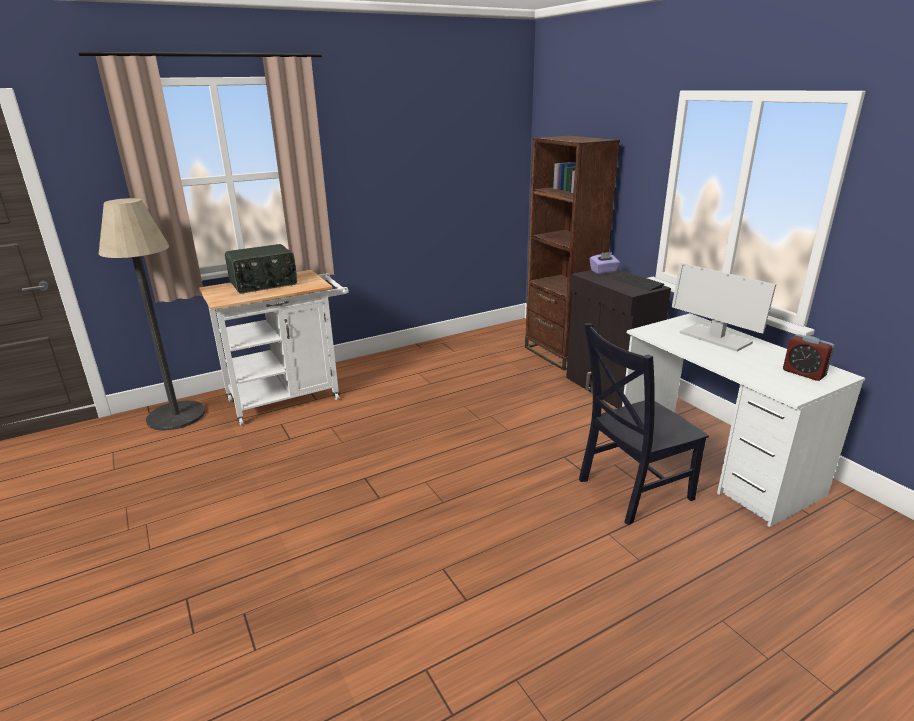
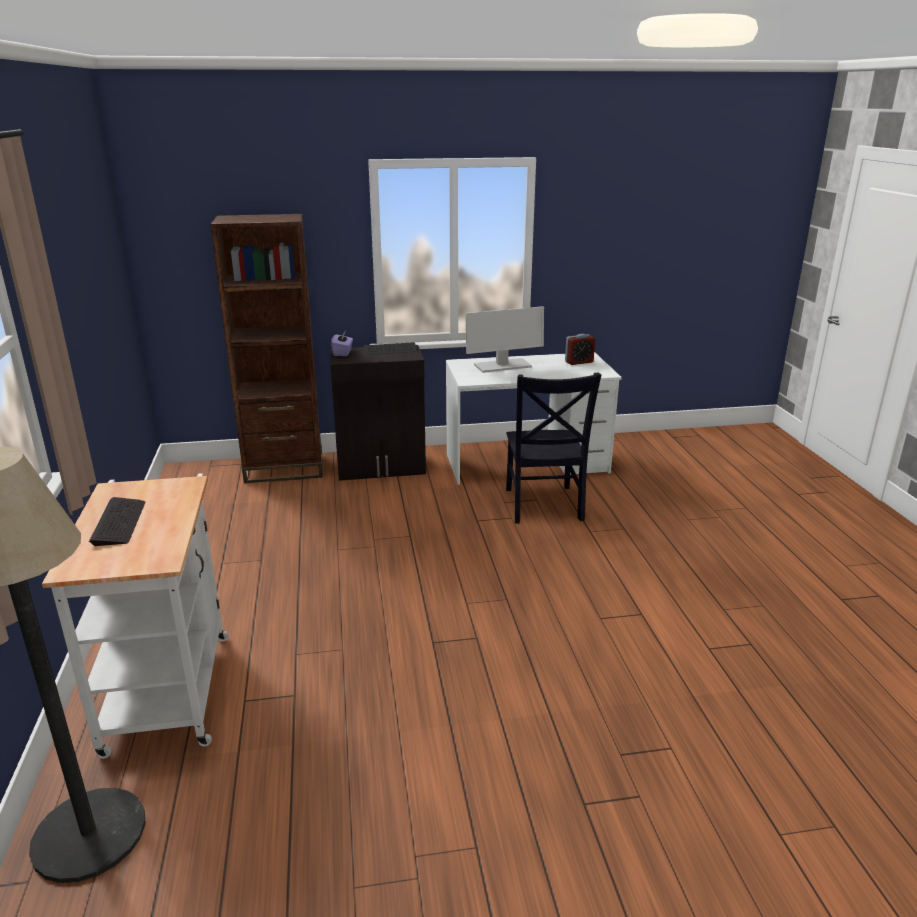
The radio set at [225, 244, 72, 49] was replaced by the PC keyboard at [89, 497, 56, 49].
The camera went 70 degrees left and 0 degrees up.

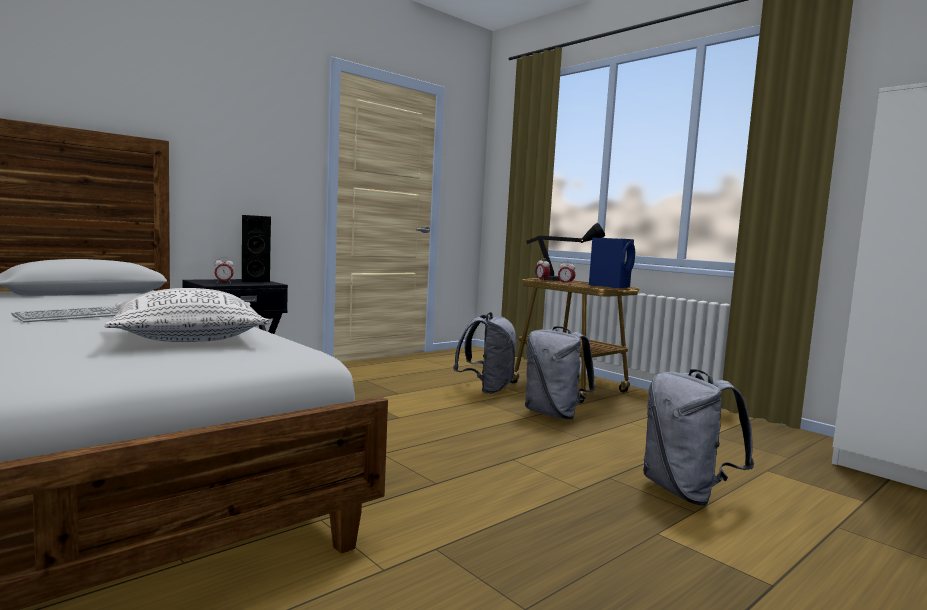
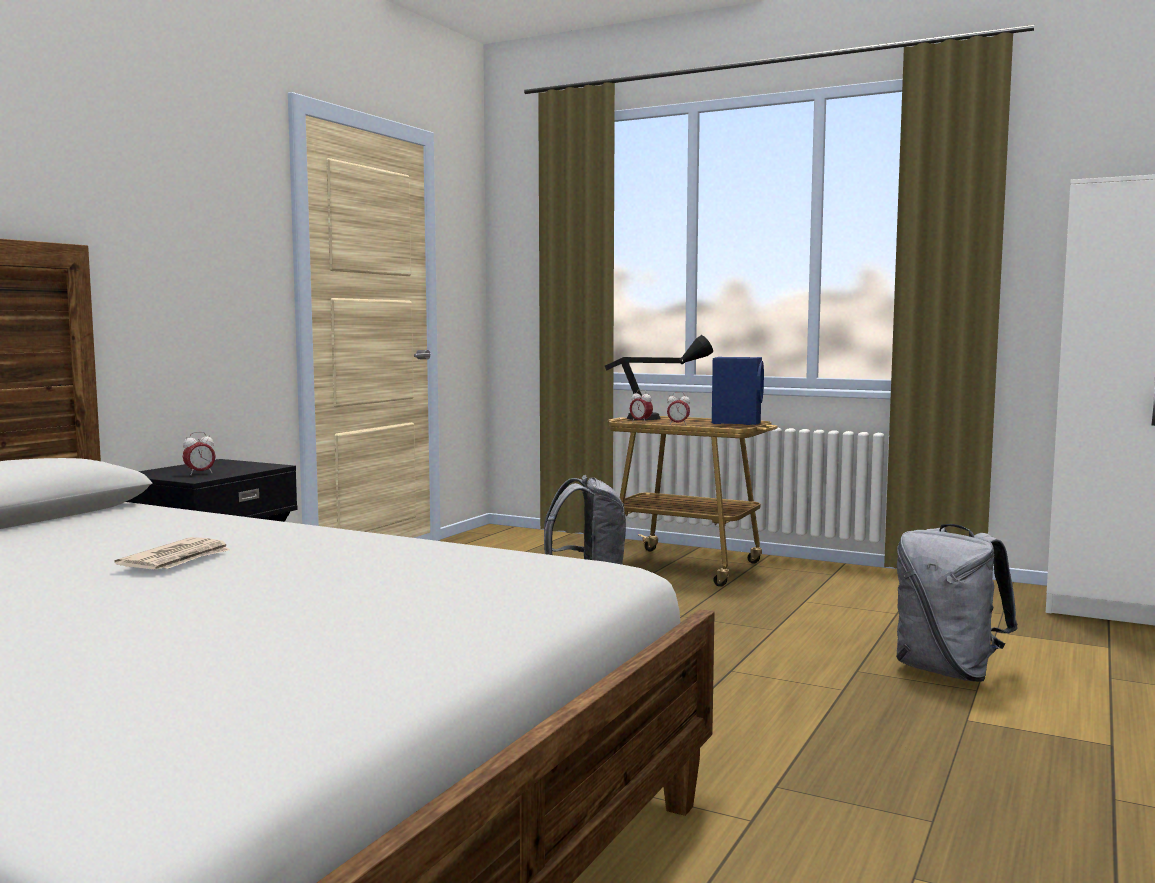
The blackish speaker at [241, 215, 30, 67] disappeared.
The throw pillow at [104, 288, 166, 54] disappeared.
The PC keyboard at [11, 306, 108, 16] was replaced by the daily paper at [114, 537, 116, 32].
The gray backpack at [525, 326, 70, 93] disappeared.
The camera went 20 degrees left and 0 degrees up.

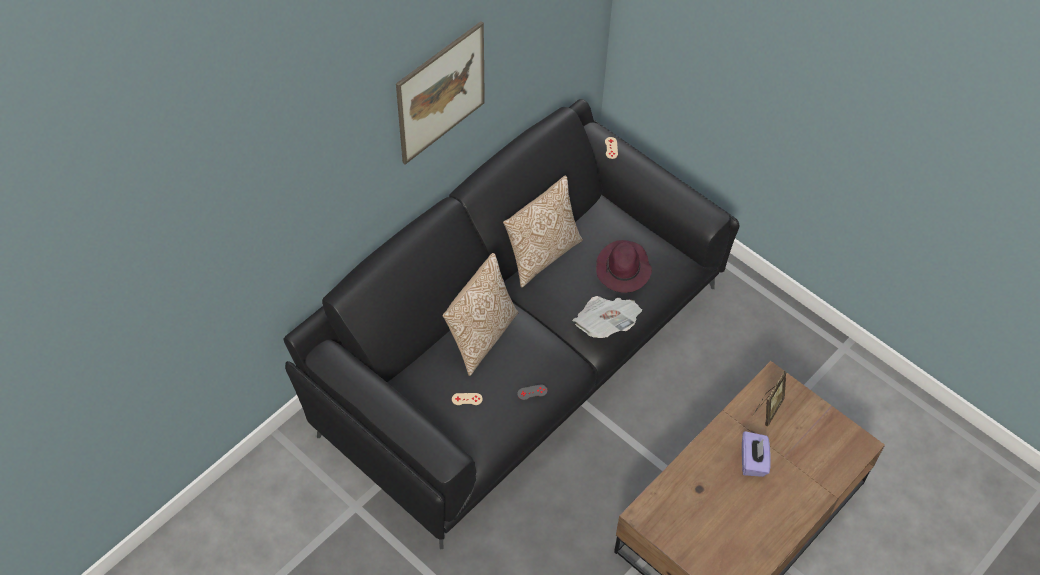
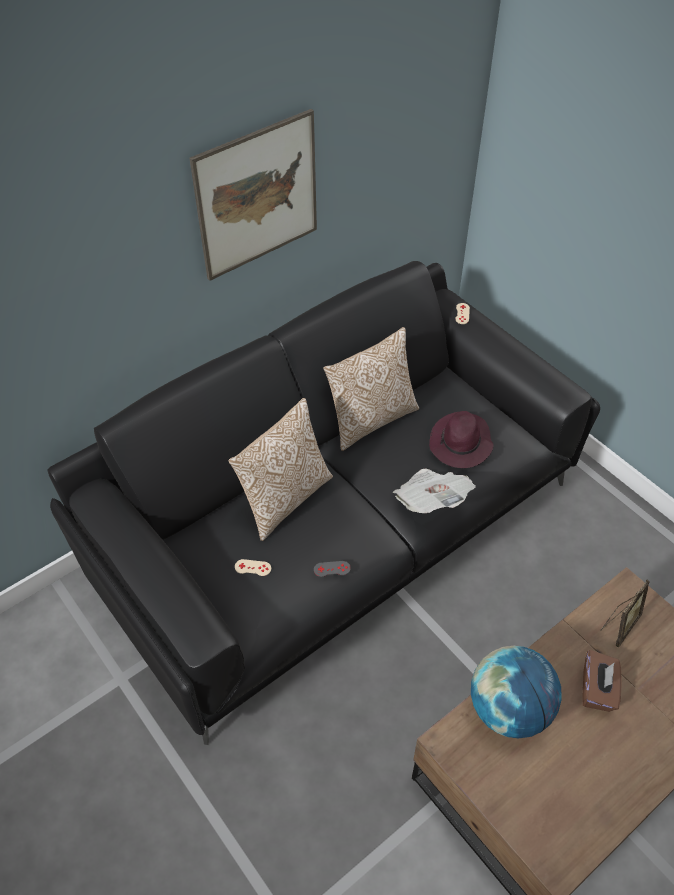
The purple tissue holder at [742, 431, 29, 46] became the brownish tissue holder at [582, 650, 40, 62].
The desk globe at [471, 646, 91, 92] appeared.
The camera went 10 degrees right and 5 degrees down.

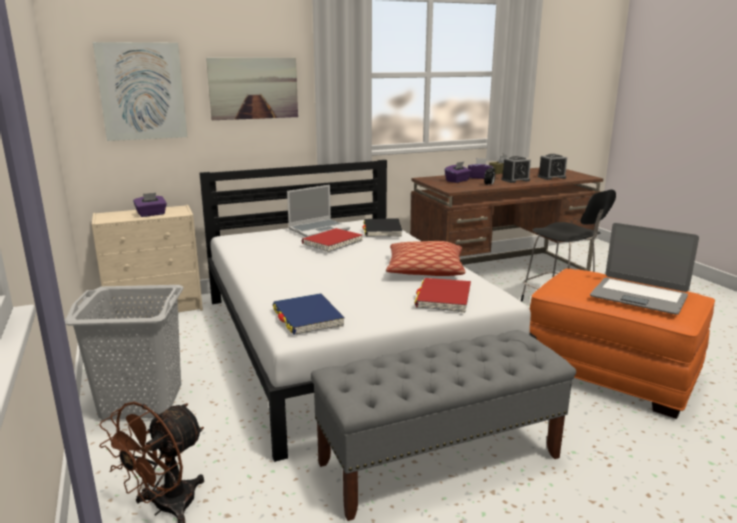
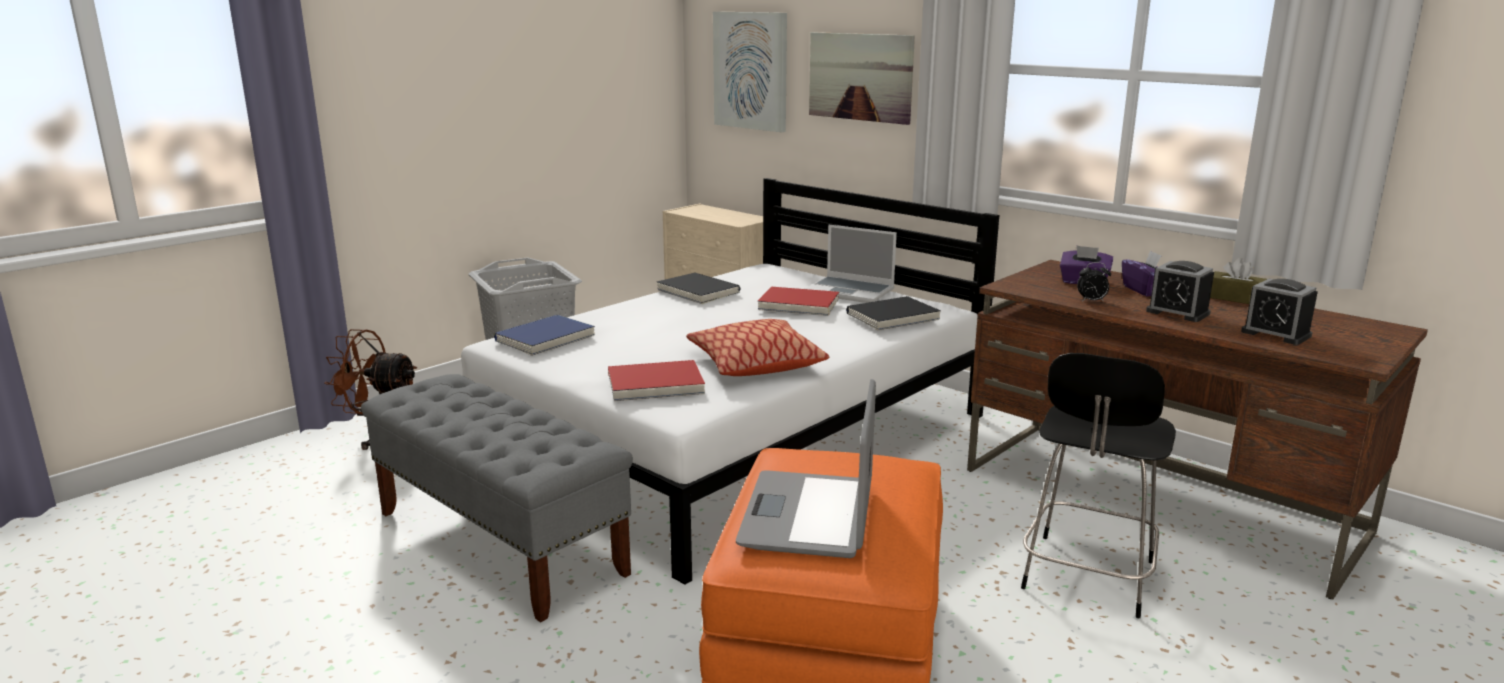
The purple tissue holder at [133, 193, 34, 24] disappeared.
The blackish bound book at [657, 273, 84, 31] appeared.
The camera went 65 degrees right and 0 degrees up.

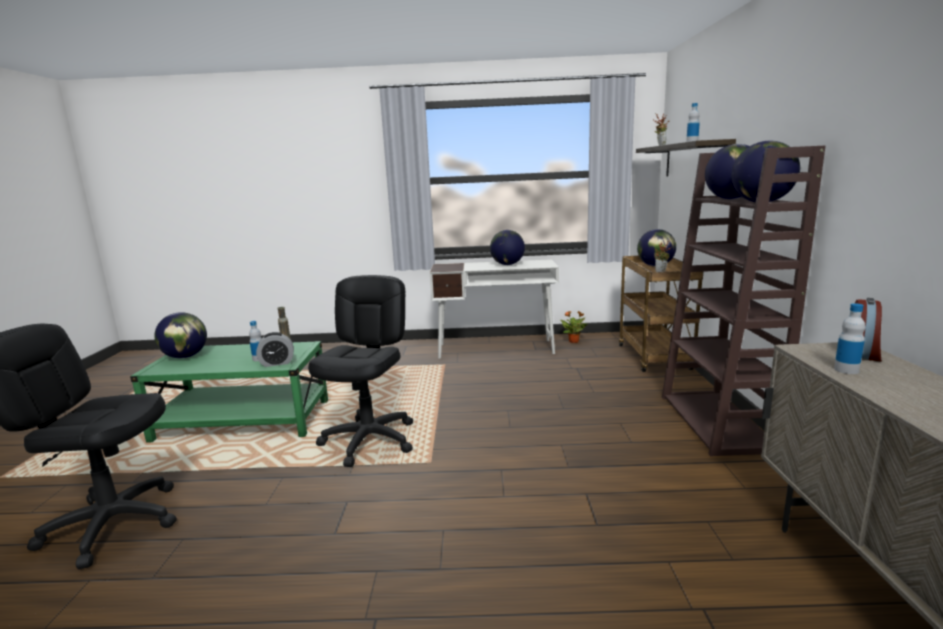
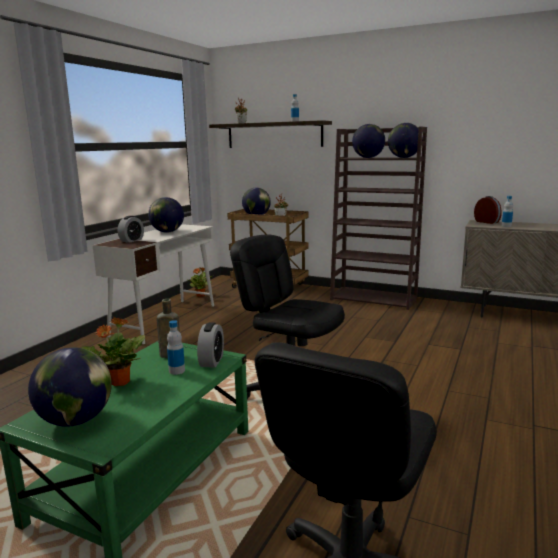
The bedside clock at [118, 216, 26, 27] appeared.
The potted plant at [81, 318, 64, 68] appeared.
The camera went 65 degrees left and 0 degrees up.

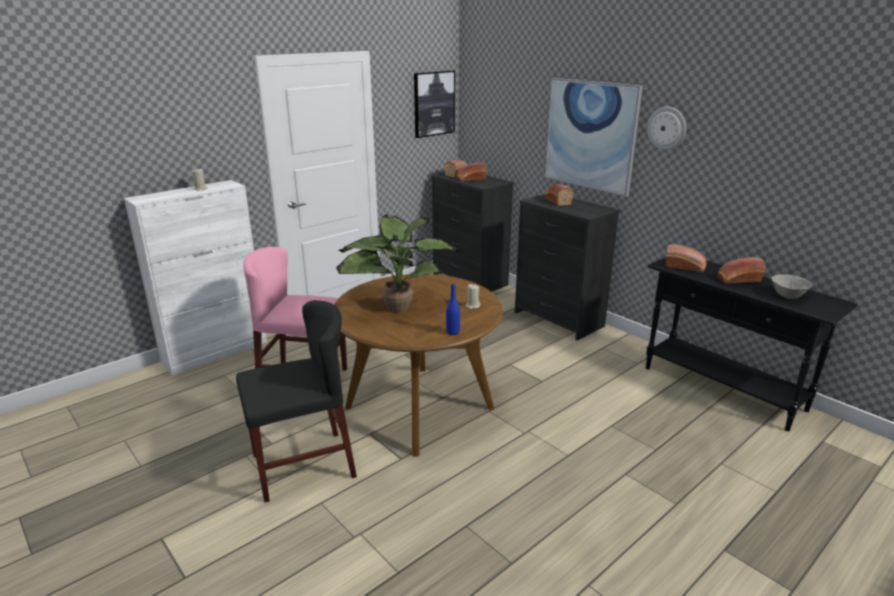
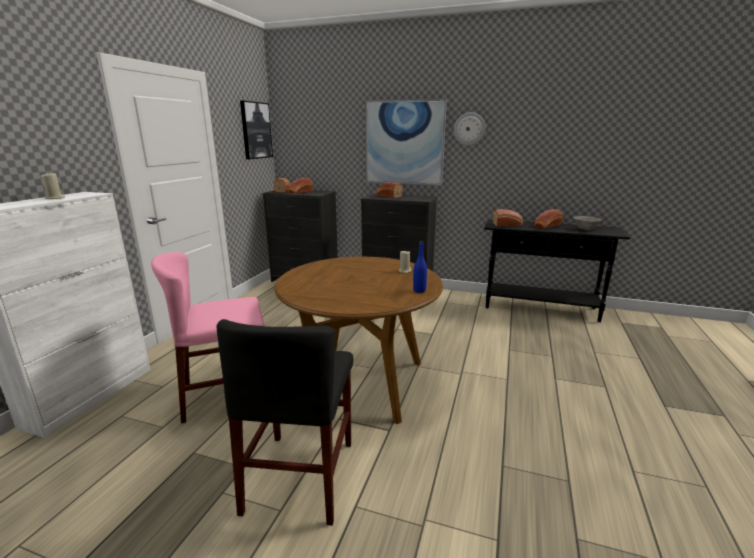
The potted plant at [336, 214, 123, 99] disappeared.
The blackish upright chair at [236, 300, 121, 202] turned 150 degrees clockwise.
The camera went 30 degrees left and 5 degrees down.

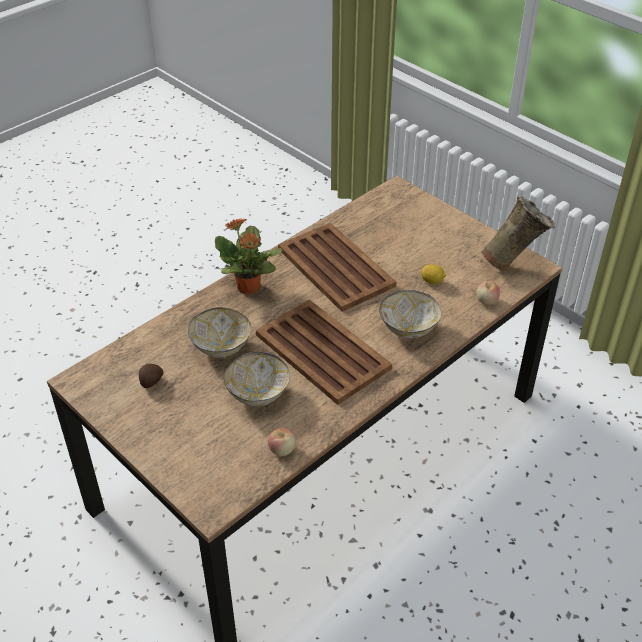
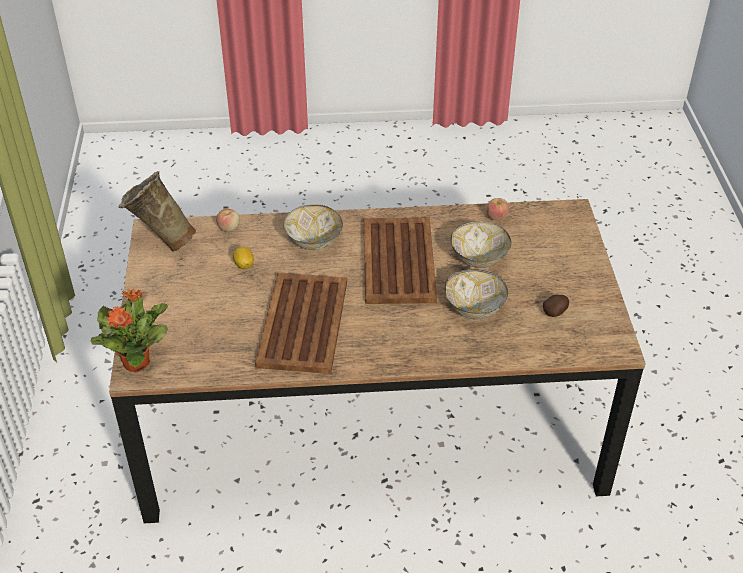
The potted plant moved from [215, 218, 67, 76] to [90, 289, 78, 83].
The camera went 140 degrees left and 0 degrees up.

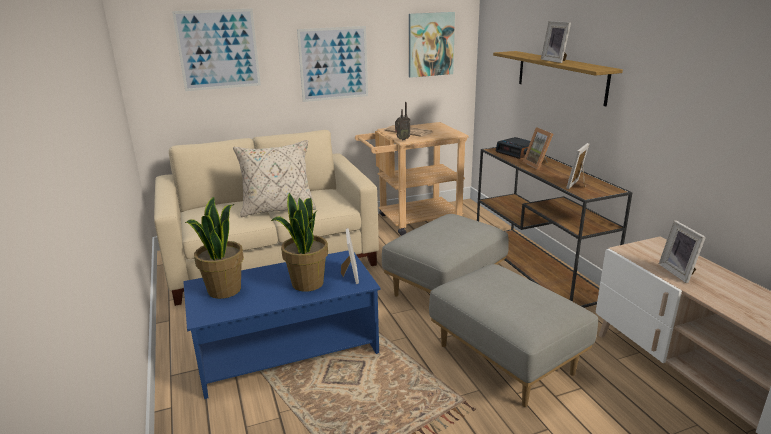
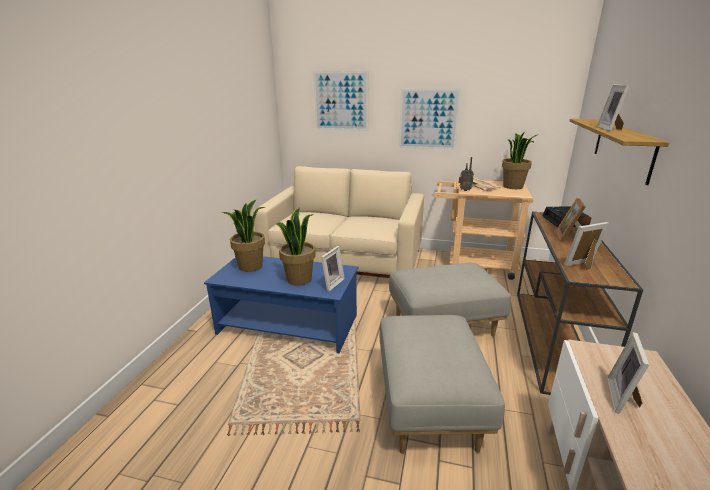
The picture at [409, 12, 46, 66] disappeared.
The beige-coloured throw pillow at [233, 140, 83, 77] disappeared.
The potted plant at [502, 132, 37, 57] appeared.
The camera went 35 degrees right and 0 degrees up.

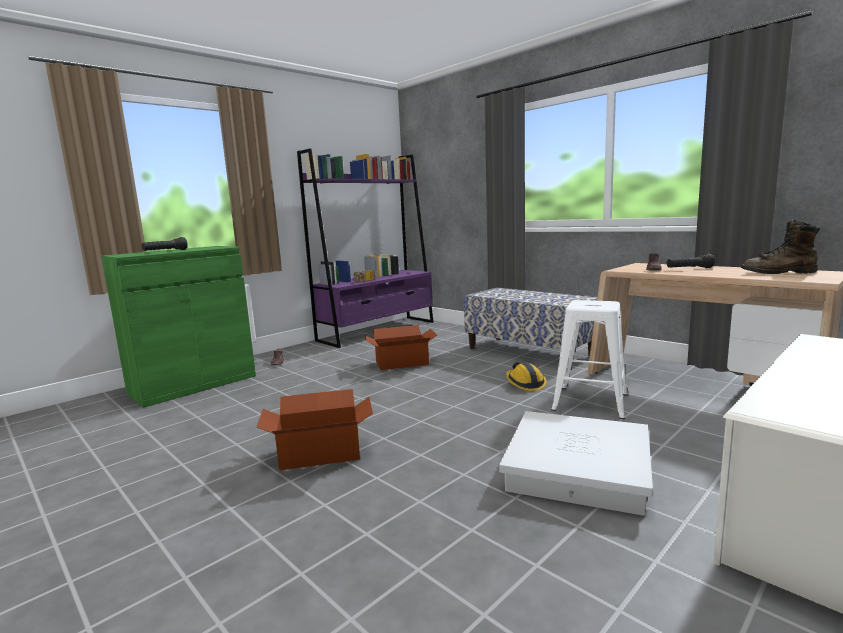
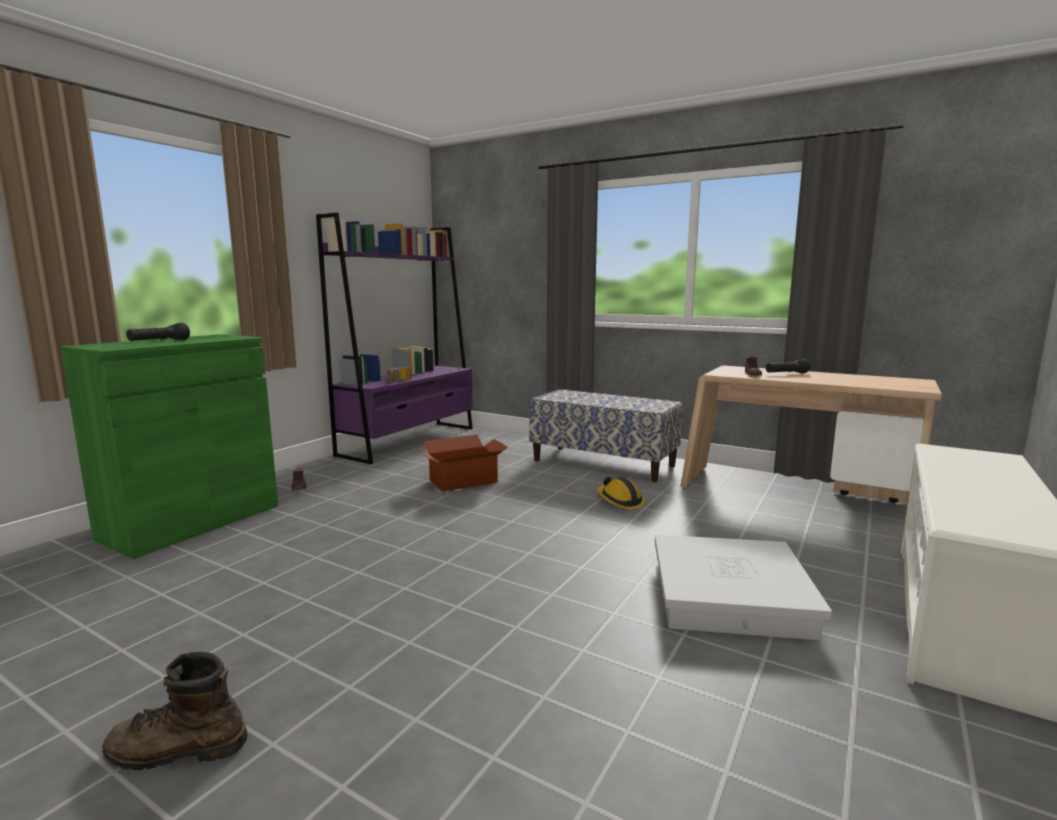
The brownish high-top boot moved from [741, 219, 79, 55] to [102, 652, 146, 118].
The white-coloured stool seat at [551, 300, 77, 119] disappeared.
The cardboard box at [257, 389, 116, 81] disappeared.
The camera went 15 degrees left and 0 degrees up.

